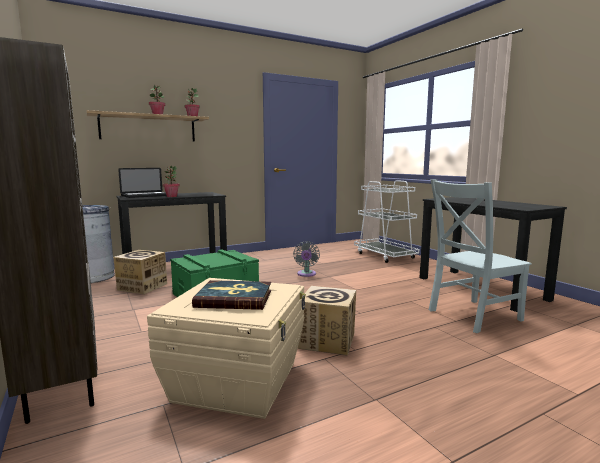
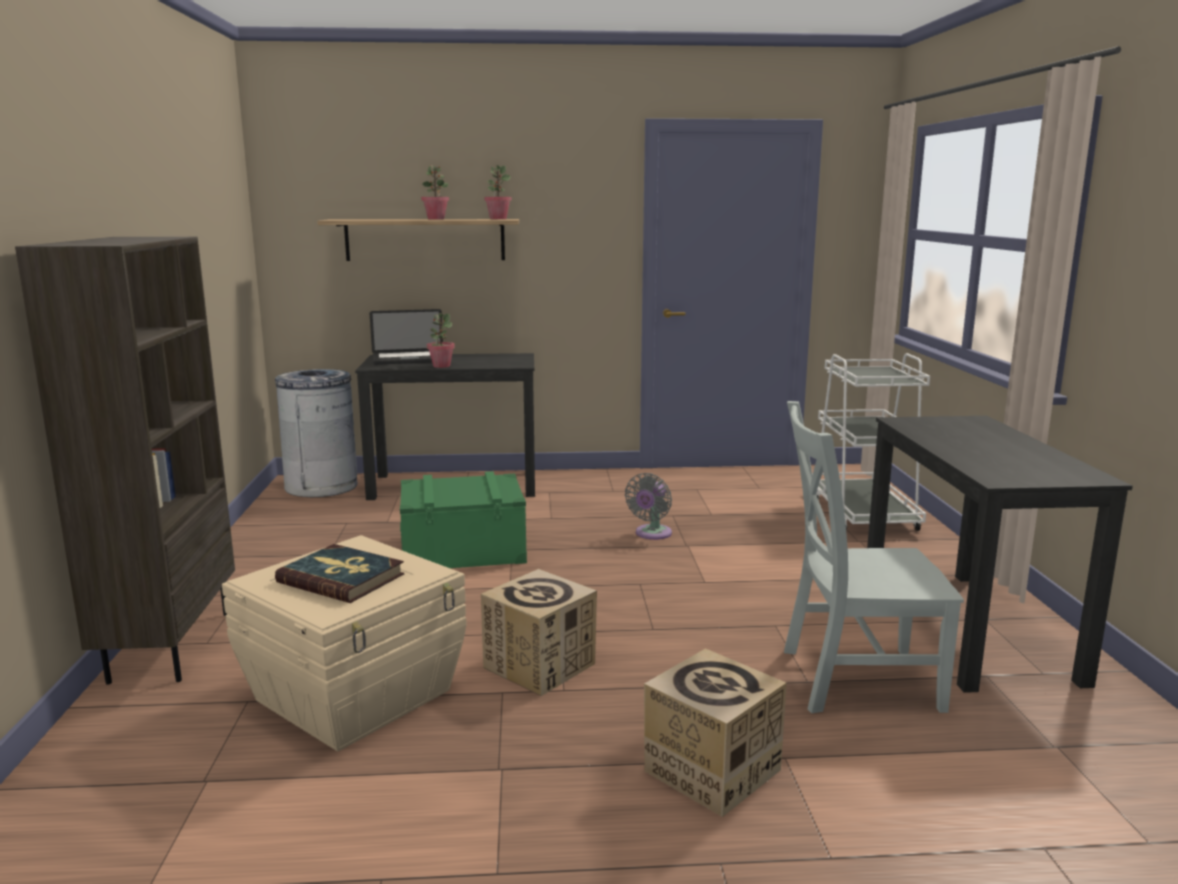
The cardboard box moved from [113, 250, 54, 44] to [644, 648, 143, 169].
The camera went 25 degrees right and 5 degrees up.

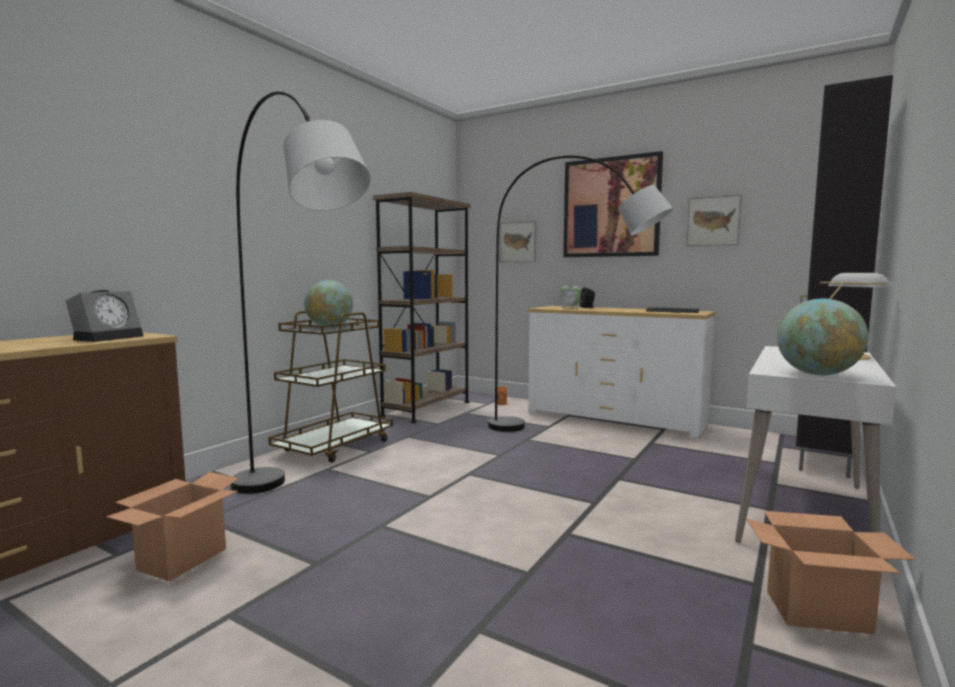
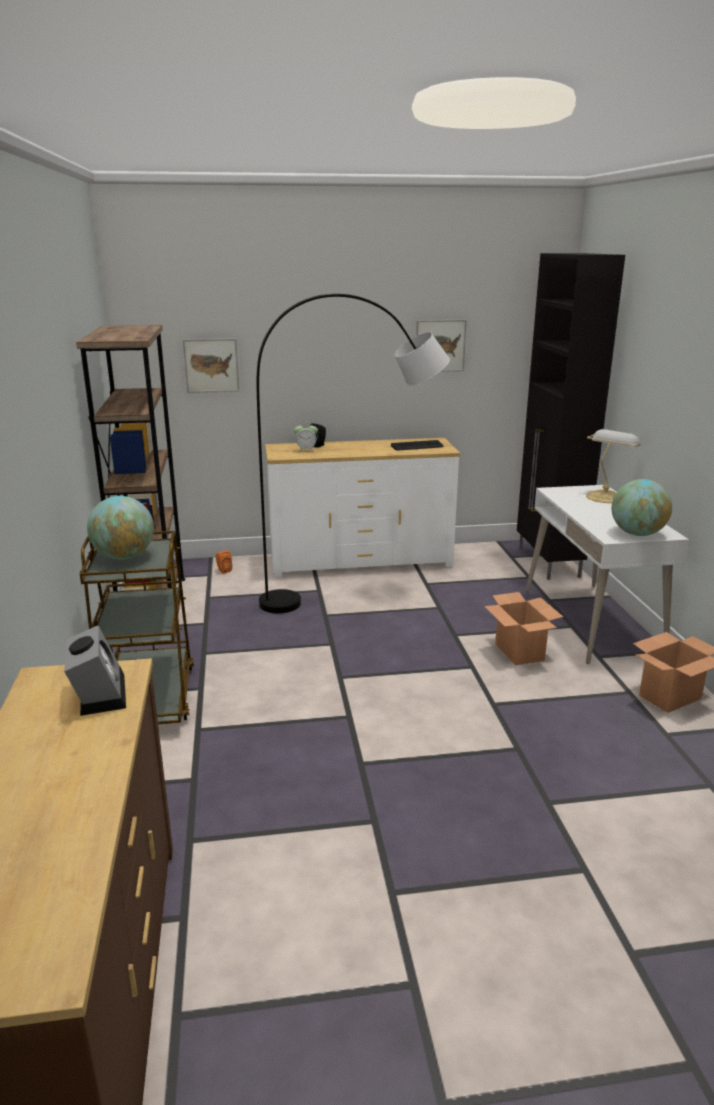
The gray standing lamp at [230, 91, 140, 403] disappeared.
The picture at [563, 151, 100, 106] disappeared.
The cardboard box moved from [106, 472, 133, 109] to [484, 592, 79, 73].
The camera went 40 degrees left and 15 degrees up.

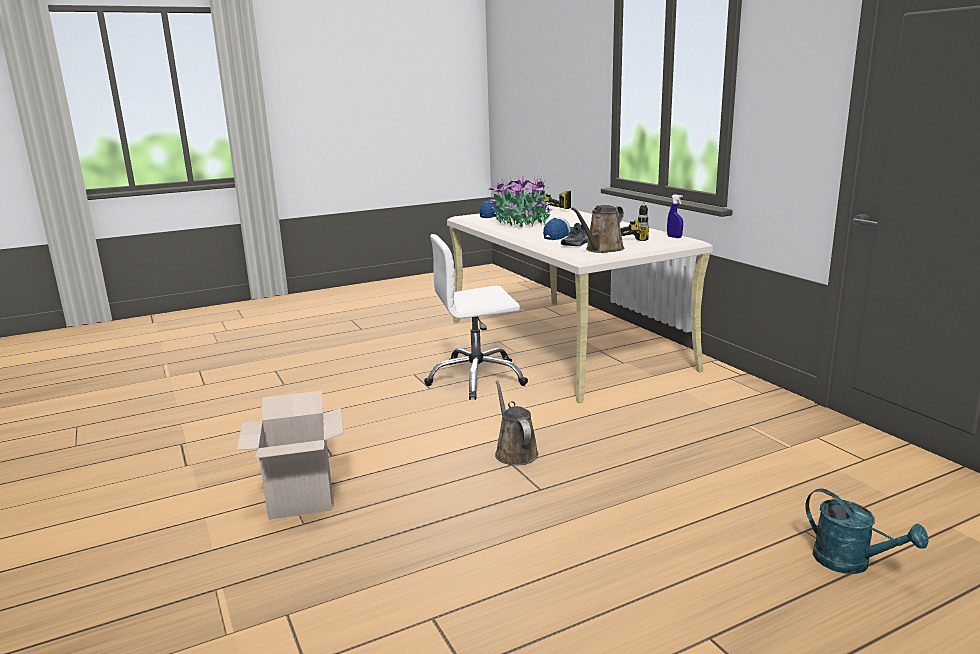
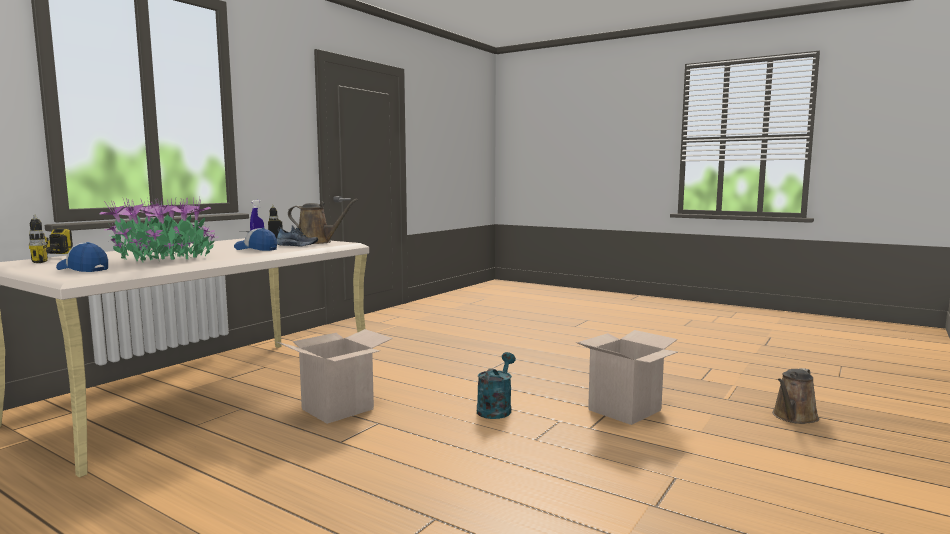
The white-coloured office chair at [424, 234, 104, 166] was replaced by the cardboard box at [277, 329, 116, 95].
The brownish watering can moved from [495, 380, 44, 85] to [772, 368, 47, 56].
The turquoise-coloured watering can moved from [806, 488, 123, 86] to [477, 352, 39, 67].
The camera went 120 degrees left and 10 degrees down.

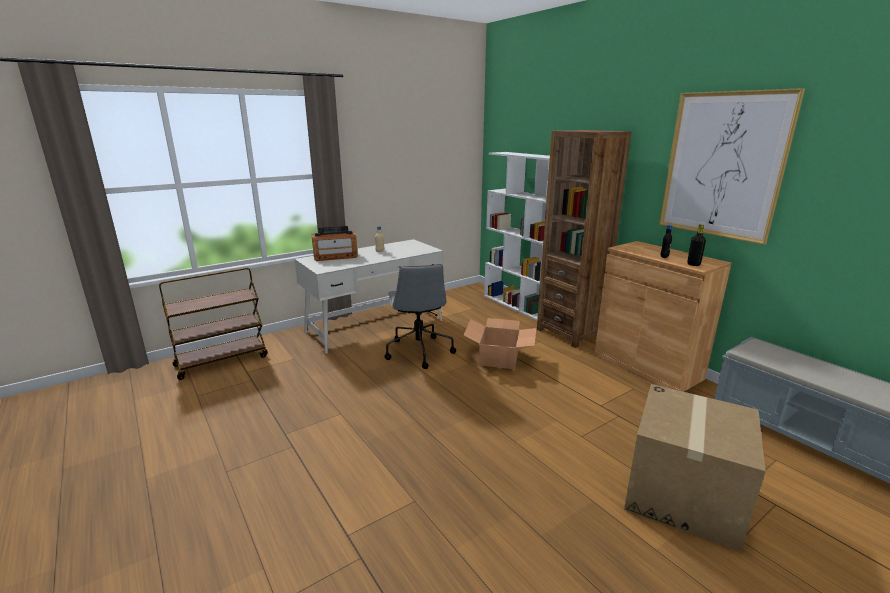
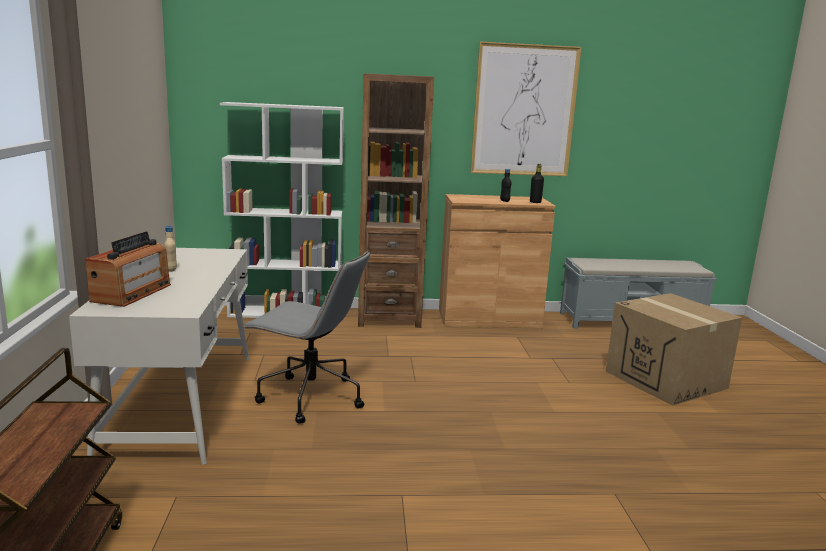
The cardboard box at [464, 318, 72, 51] disappeared.
The camera went 60 degrees left and 5 degrees down.

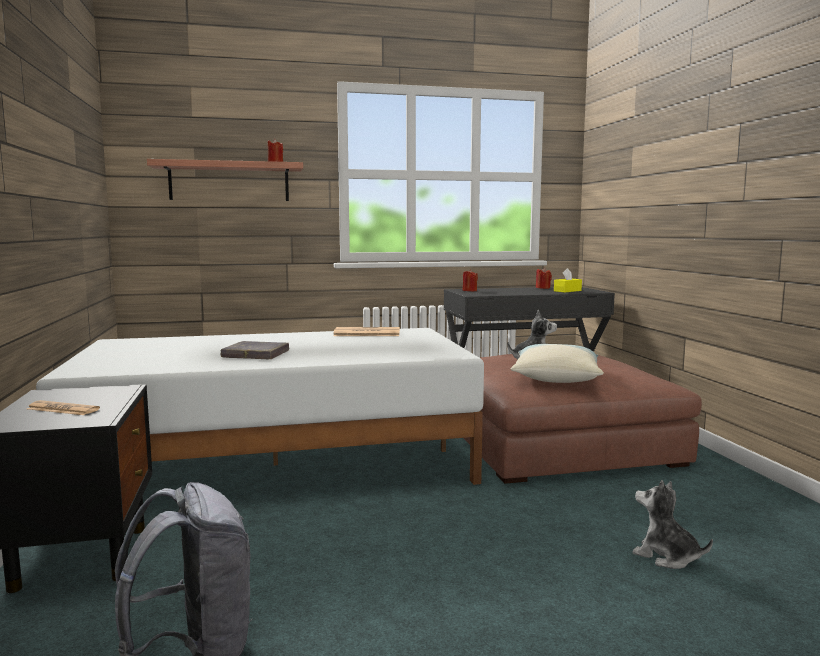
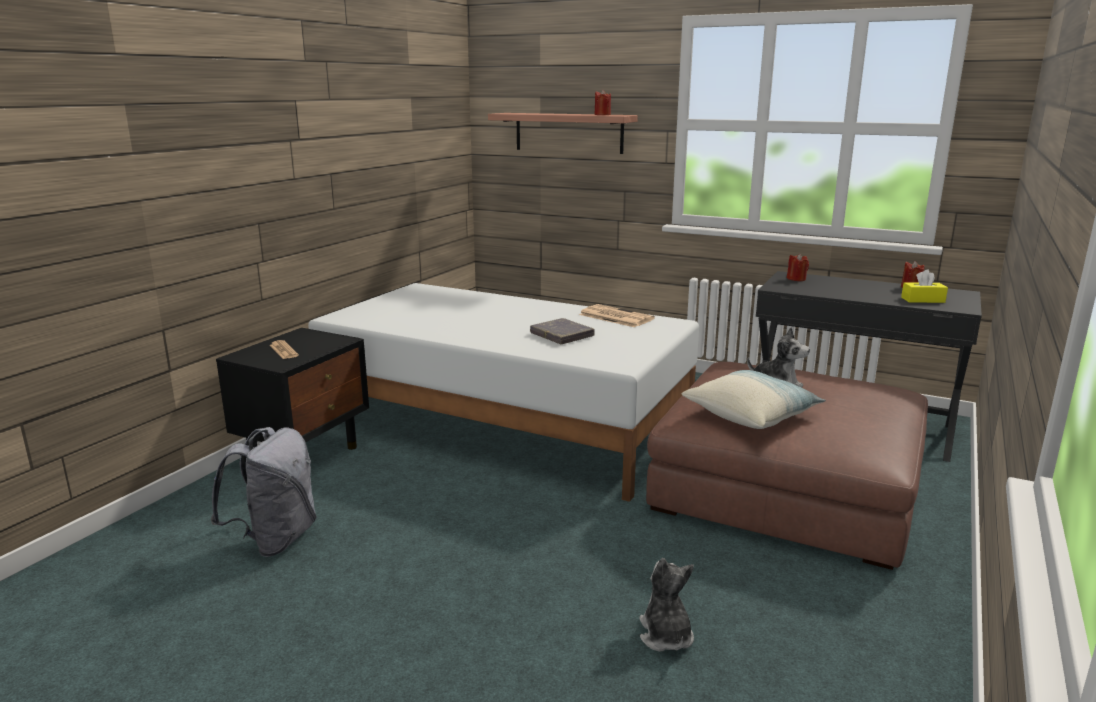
The gray bound book moved from [221, 341, 68, 18] to [530, 318, 65, 26].
The camera went 40 degrees right and 10 degrees up.

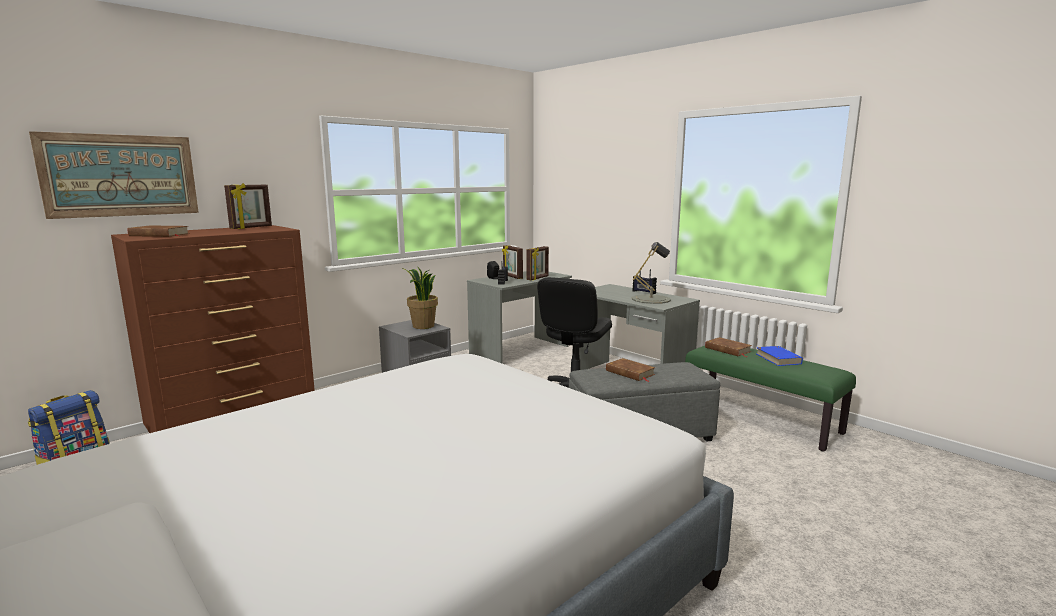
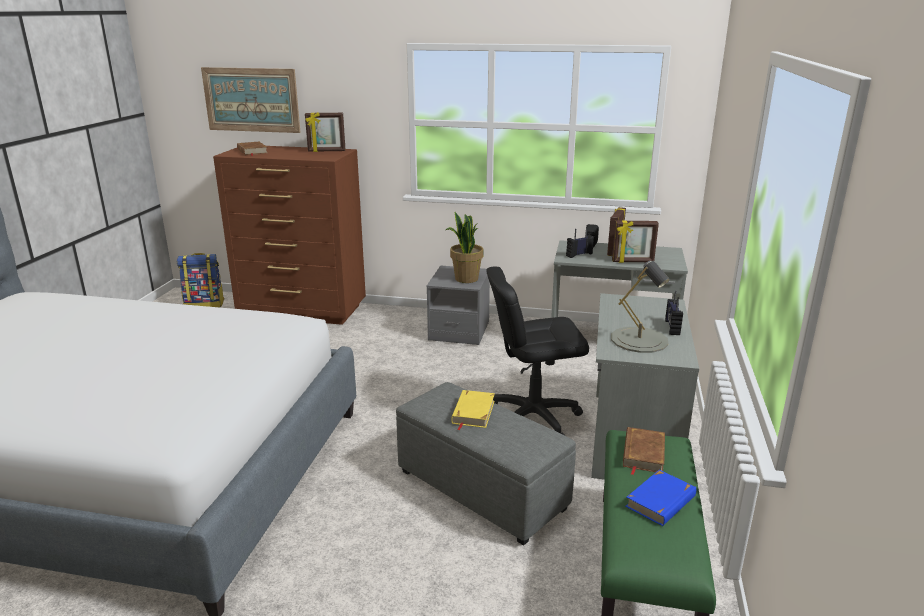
The brownish bound book at [606, 358, 49, 24] became the yellow bound book at [451, 390, 44, 40].
The camera went 55 degrees right and 10 degrees up.

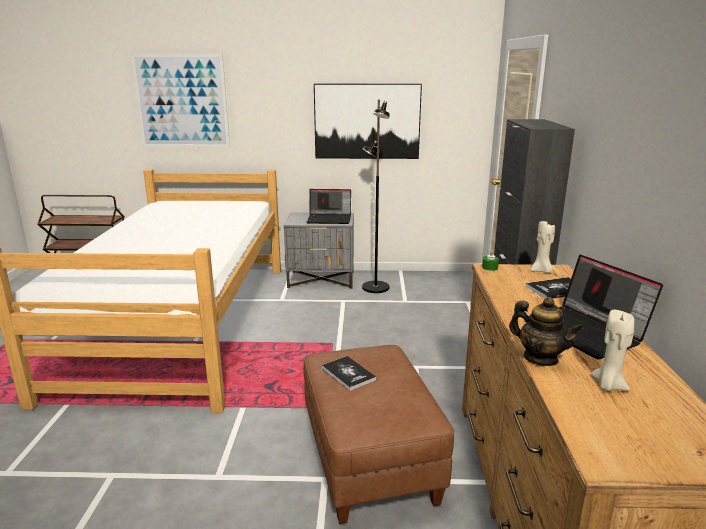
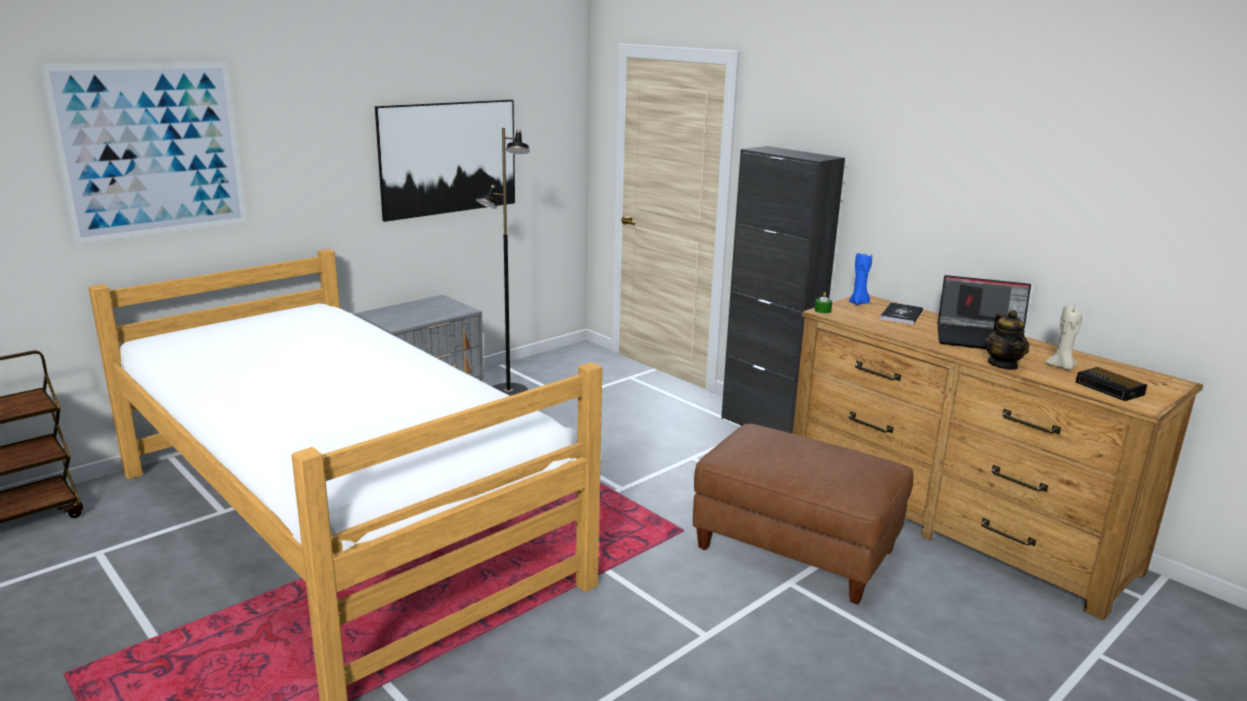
The portable computer at [307, 189, 44, 35] disappeared.
The beige-coloured wax light at [531, 221, 24, 52] became the blue-coloured wax light at [849, 253, 23, 52].
The tea pot at [509, 297, 75, 69] turned 90 degrees clockwise.
The bound book at [322, 356, 54, 35] disappeared.
The bedside clock at [1076, 367, 71, 34] appeared.
The camera went 45 degrees left and 0 degrees up.

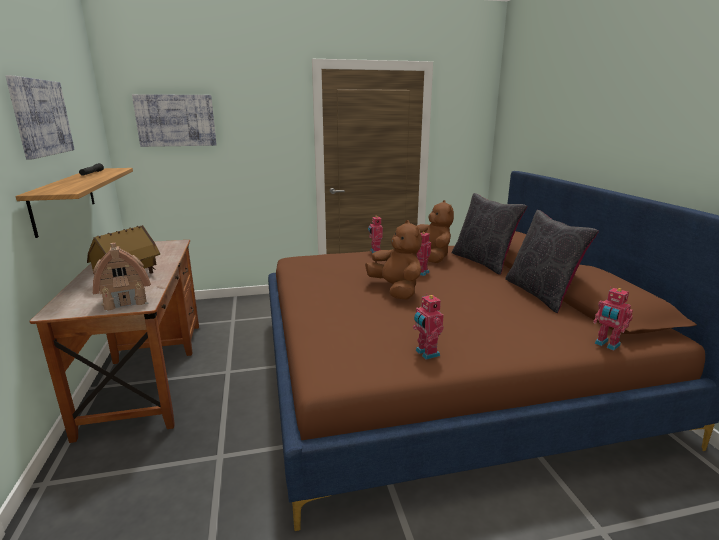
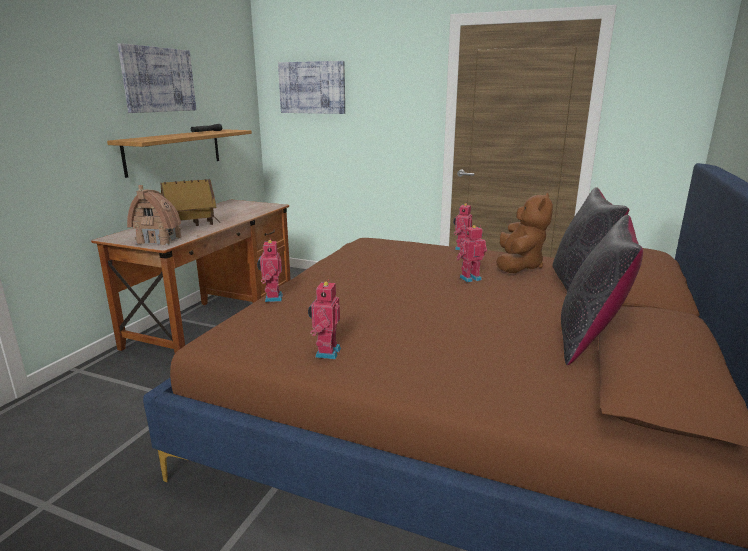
The brownish cuddly toy at [365, 220, 57, 80] disappeared.
The model robot moved from [593, 287, 40, 64] to [257, 239, 26, 63].
The camera went 35 degrees right and 0 degrees up.

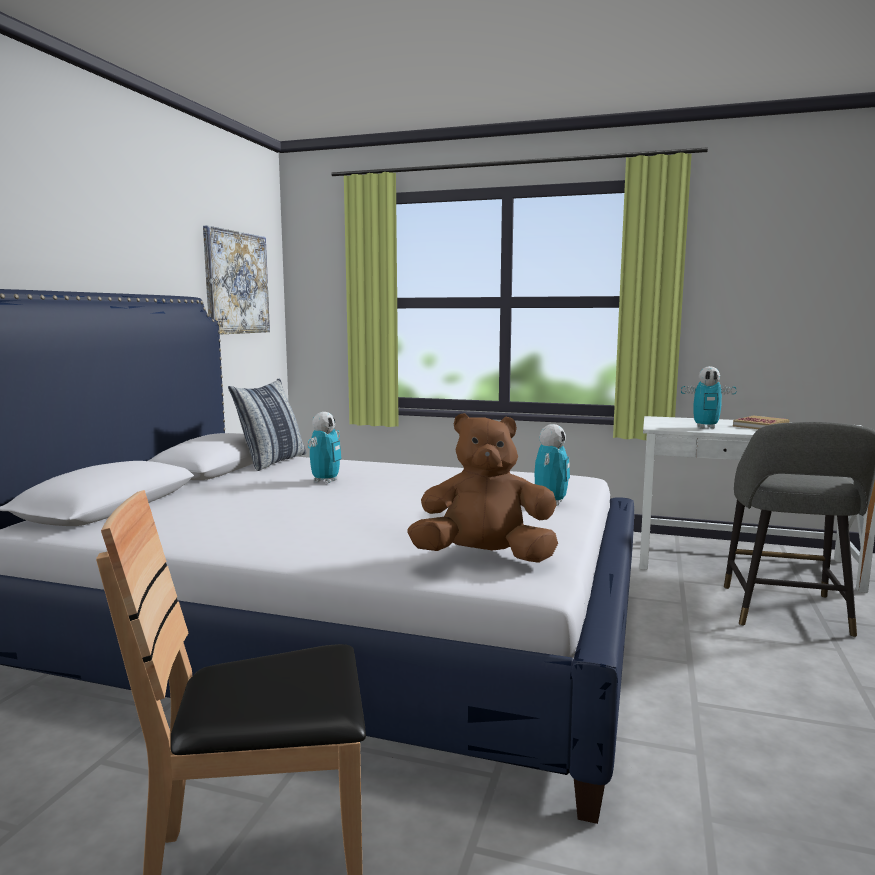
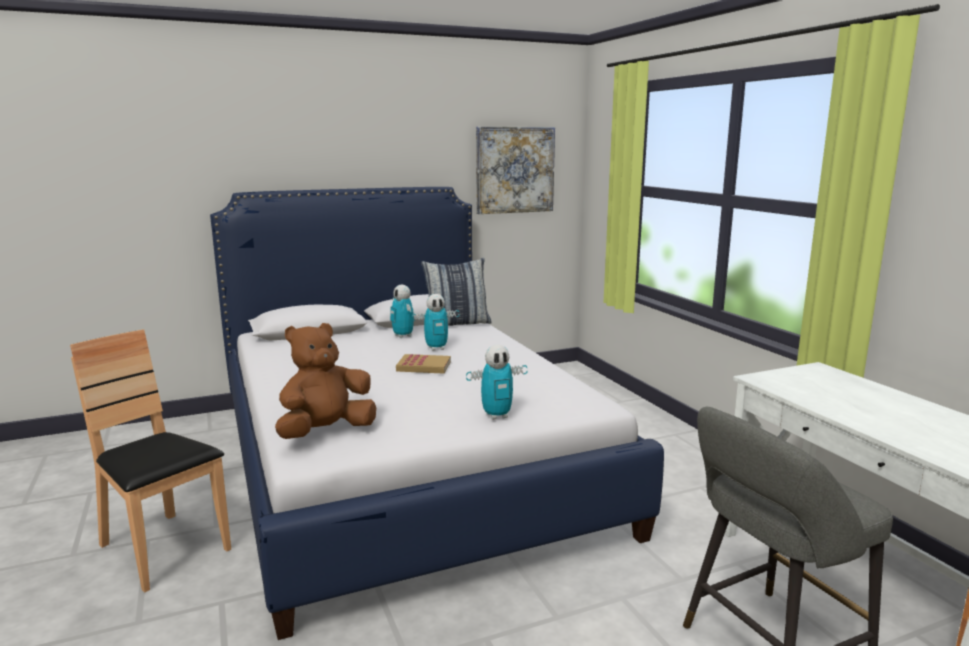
The model robot moved from [681, 366, 55, 63] to [390, 285, 24, 53].
The brownish cuddly toy at [407, 413, 151, 150] turned 90 degrees counterclockwise.
The bound book moved from [733, 415, 57, 14] to [396, 354, 55, 20].
The camera went 50 degrees right and 5 degrees up.

